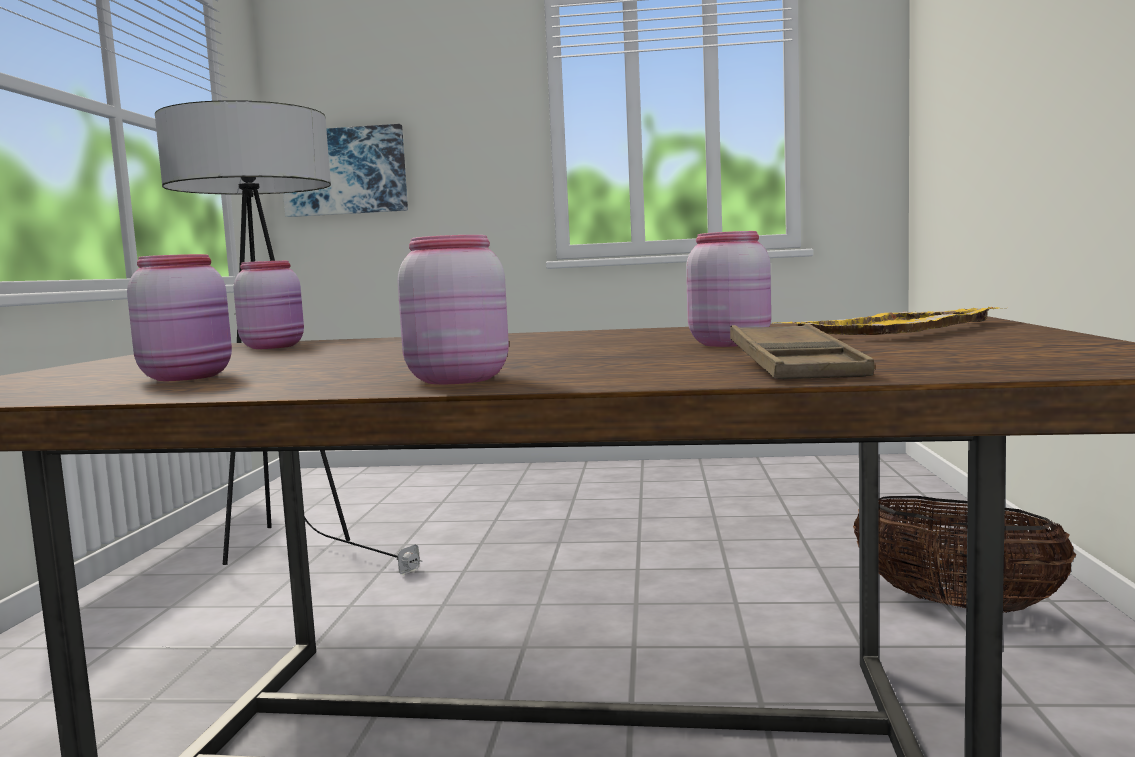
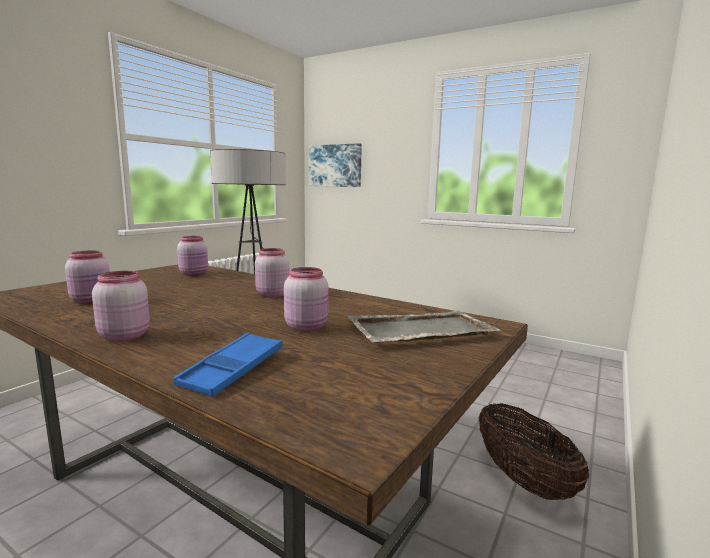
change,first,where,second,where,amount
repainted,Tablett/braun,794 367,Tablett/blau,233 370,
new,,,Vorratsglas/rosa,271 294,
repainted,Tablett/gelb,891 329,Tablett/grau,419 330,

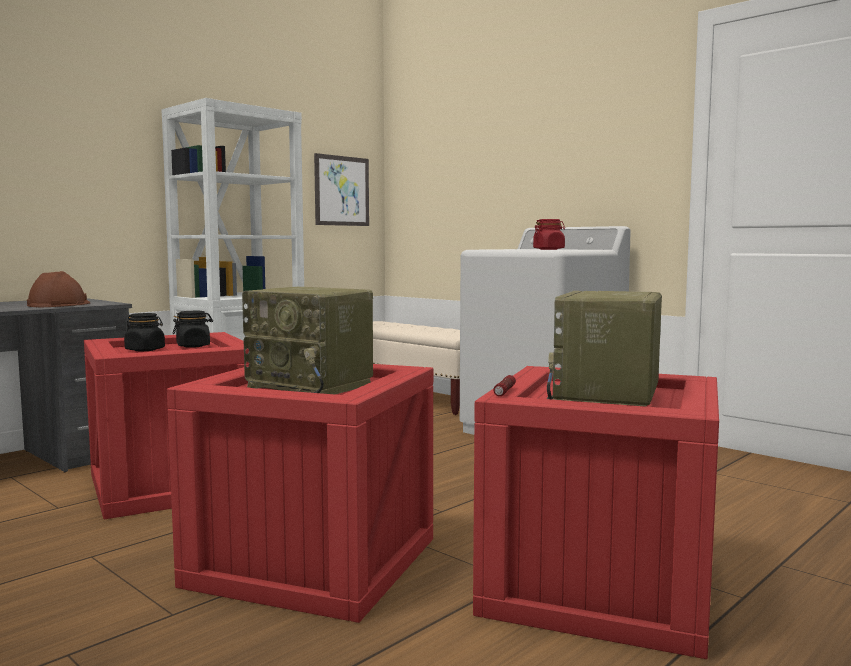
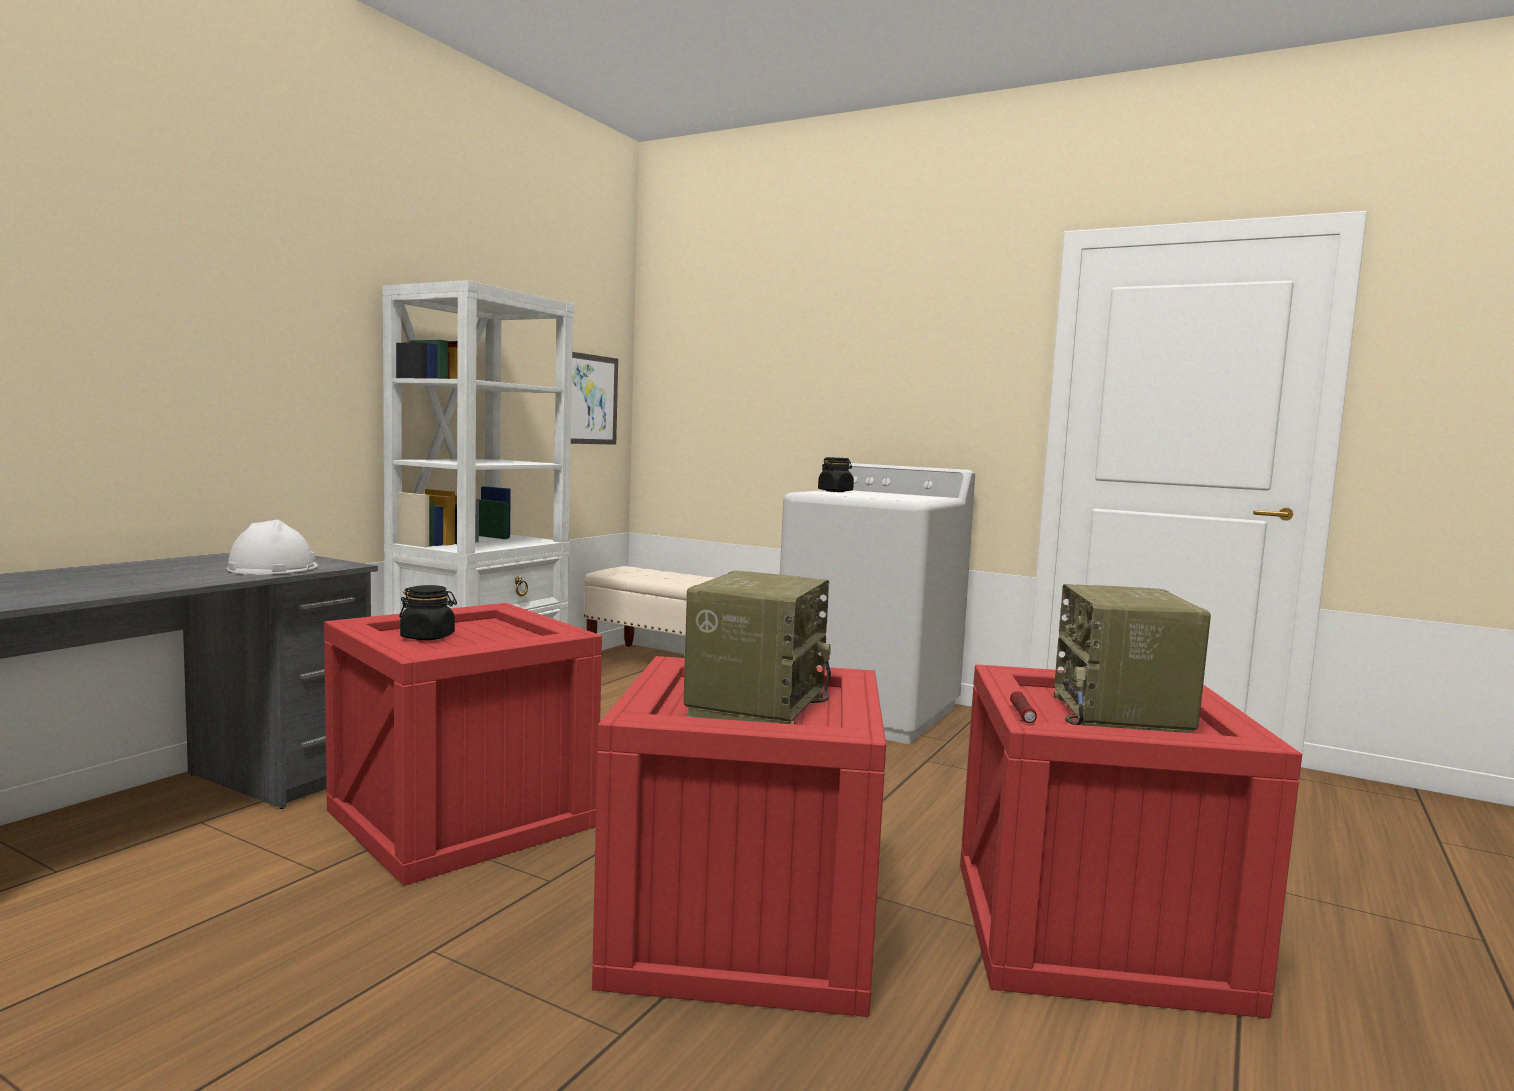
change,first,where,second,where,amount
repainted,Schutzhelm/braun,58 305,Schutzhelm/weiß,272 568,
rotated,Radio,312 386,,756 704,90 degrees counterclockwise
shifted,Vorratsglas/schwarz,193 346,,835 491,
gone,Vorratsglas/rot,549 249,,,

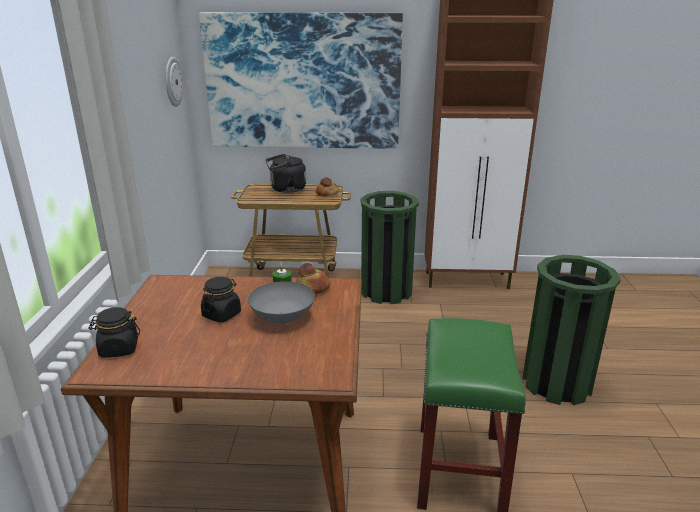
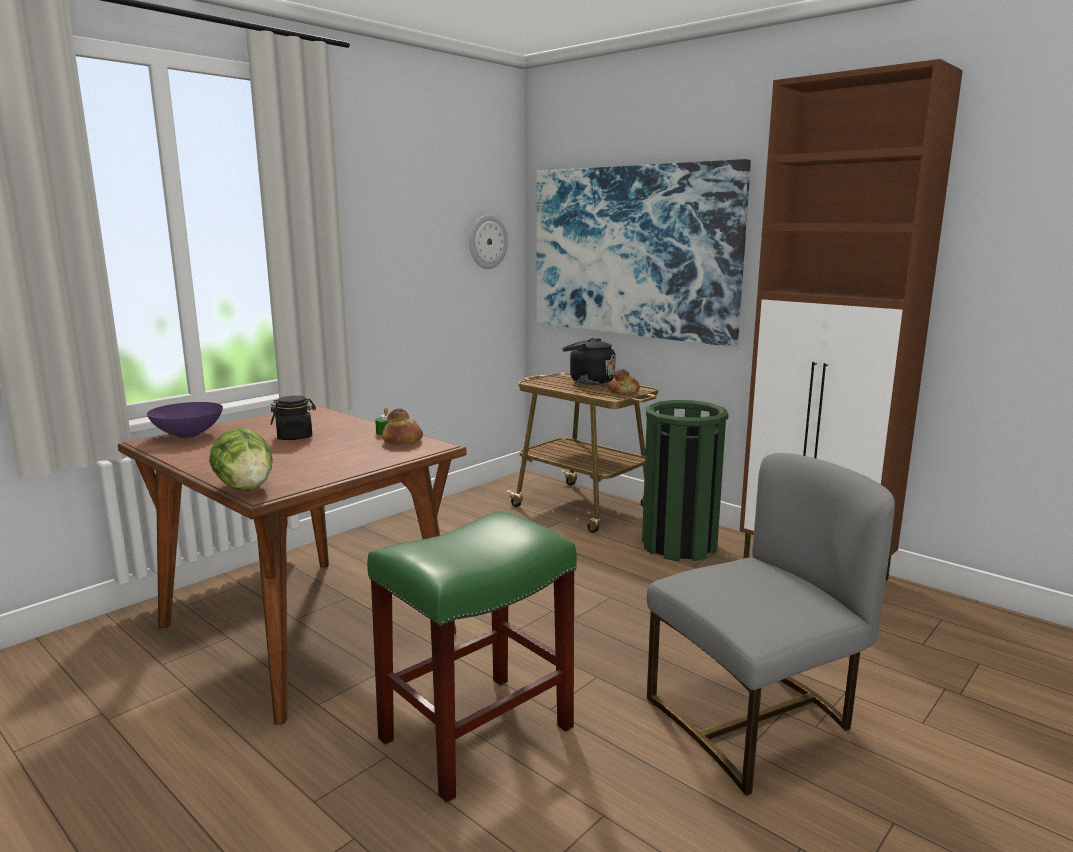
change,first,where,second,where,amount
swapped,Vorratsglas/schwarz,118 349,Schüssel/lila,189 435,
new,,,Salatkopf,246 487,
swapped,Mülleimer/grün,557 383,Stuhl/grau,755 721,
gone,Schüssel/grau,282 319,,,

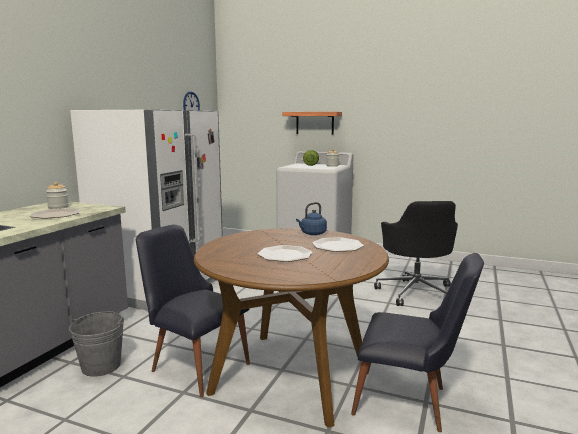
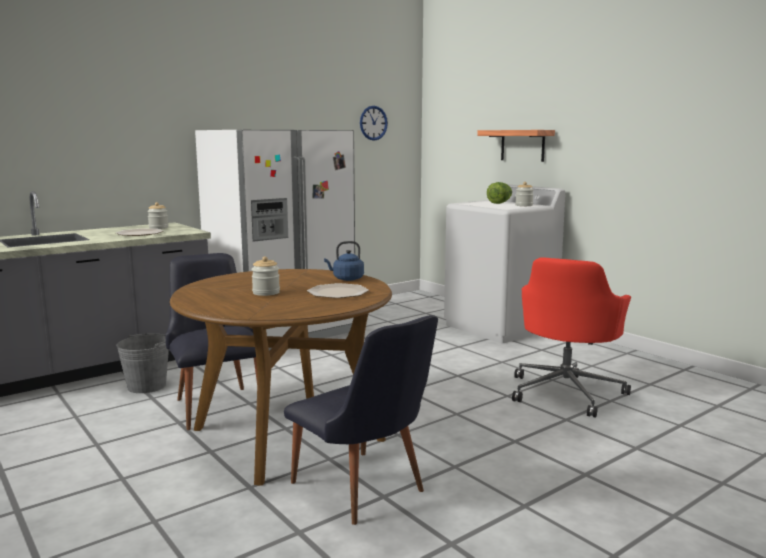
change,first,where,second,where,amount
swapped,Teller,285 255,Vorratsglas,266 293,
repainted,Bürostuhl/schwarz,416 292,Bürostuhl/rot,566 392,

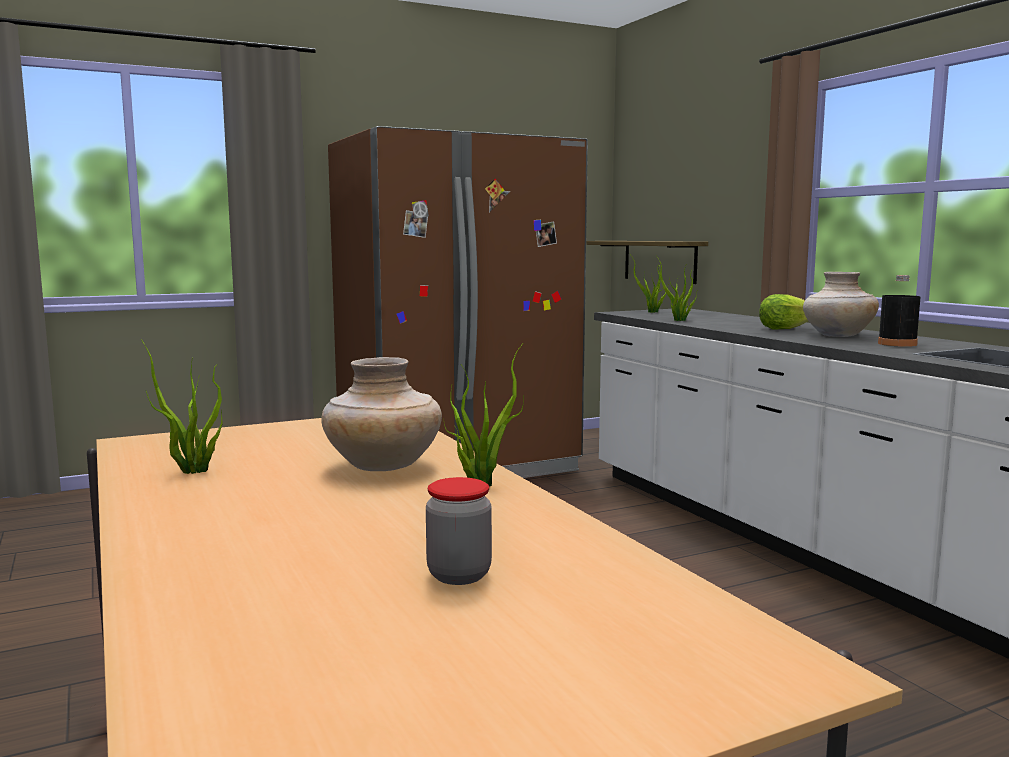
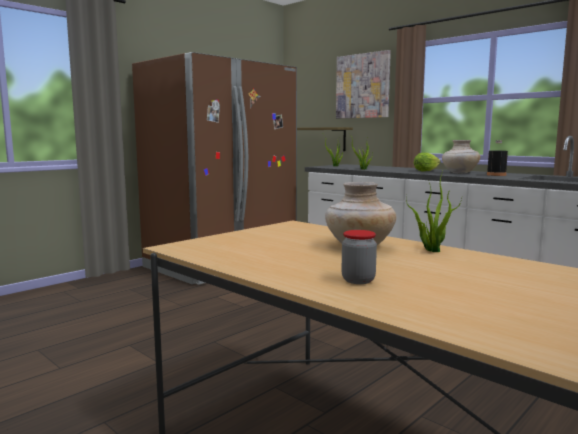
change,first,where,second,where,amount
new,,,Bild,363 86,
shifted,Vorratsglas,459 575,,358 280,
gone,Topfpflanze,191 471,,,

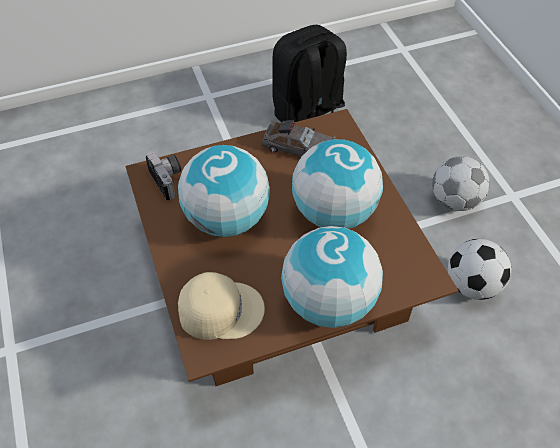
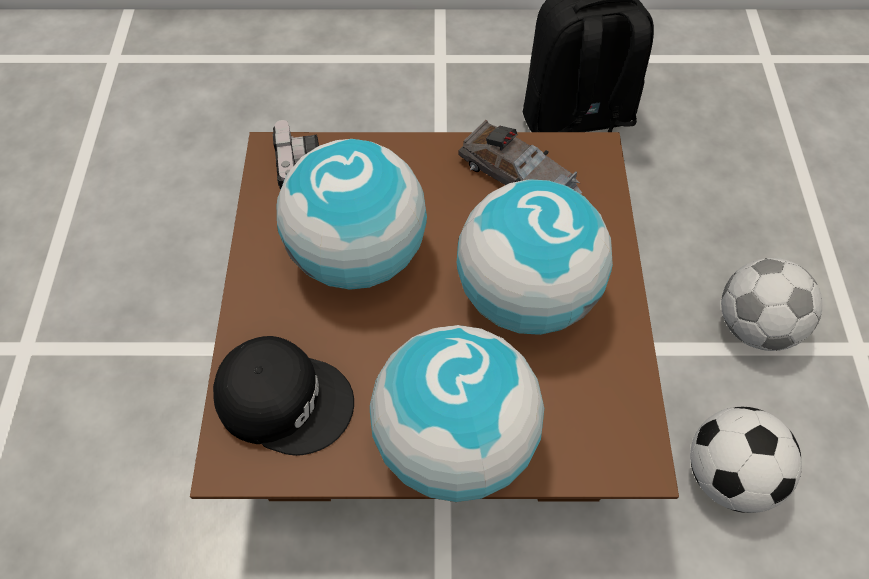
change,first,where,second,where,amount
repainted,Kappe/beige,220 309,Kappe/schwarz,285 398,

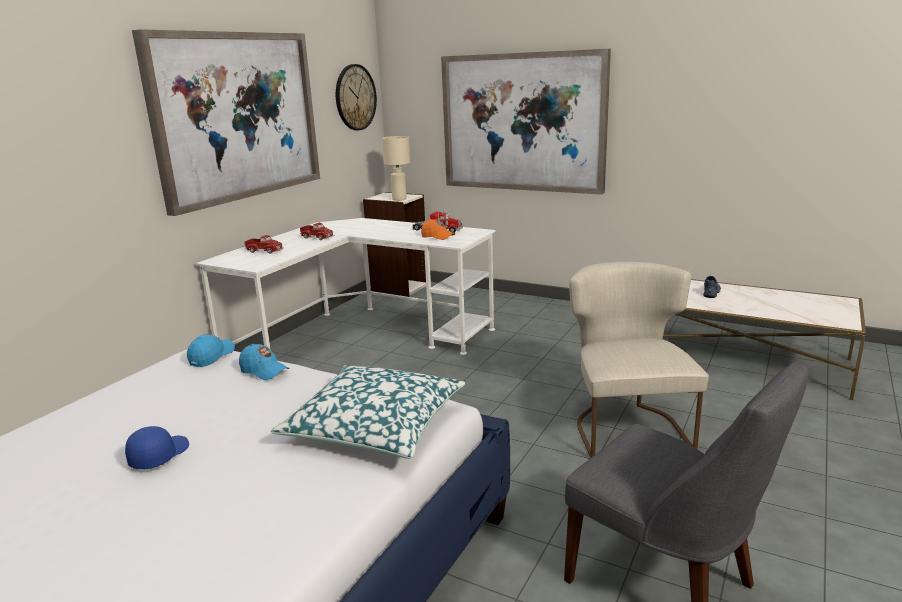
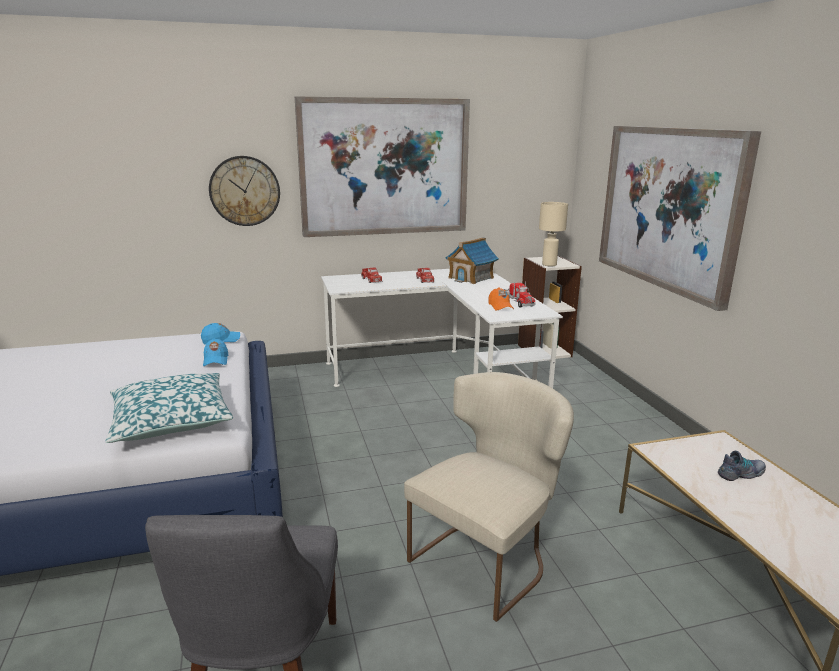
change,first,where,second,where,amount
shifted,Wanduhr,355 97,,245 191,
new,,,Spielzeughaus,471 278,
gone,Kappe/blau,159 455,,,

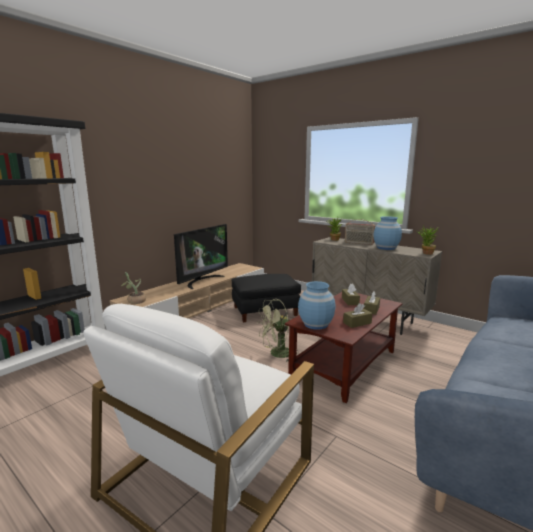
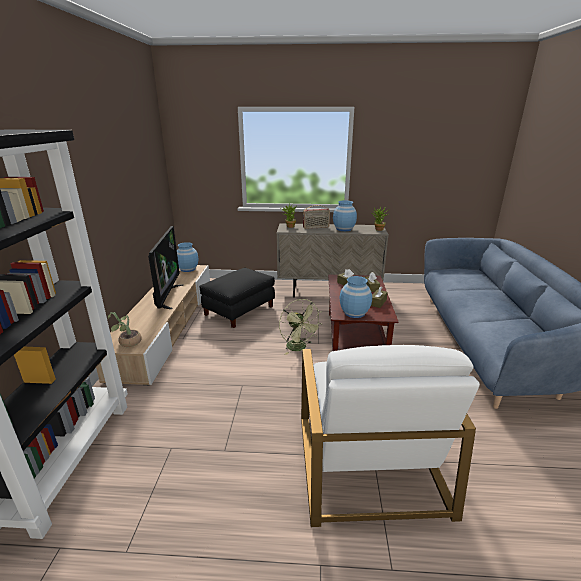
change,first,where,second,where,amount
new,,,Vase/blau,187 269,
rotated,Ventilator/grün,276 354,,299 348,60 degrees counterclockwise

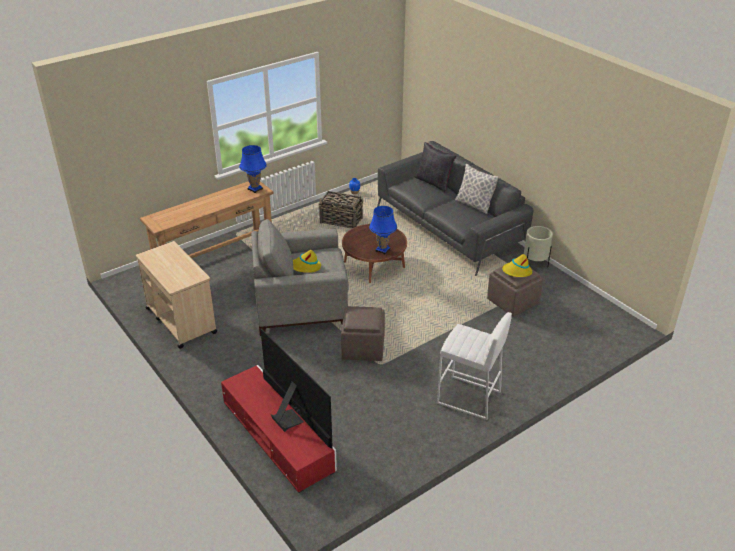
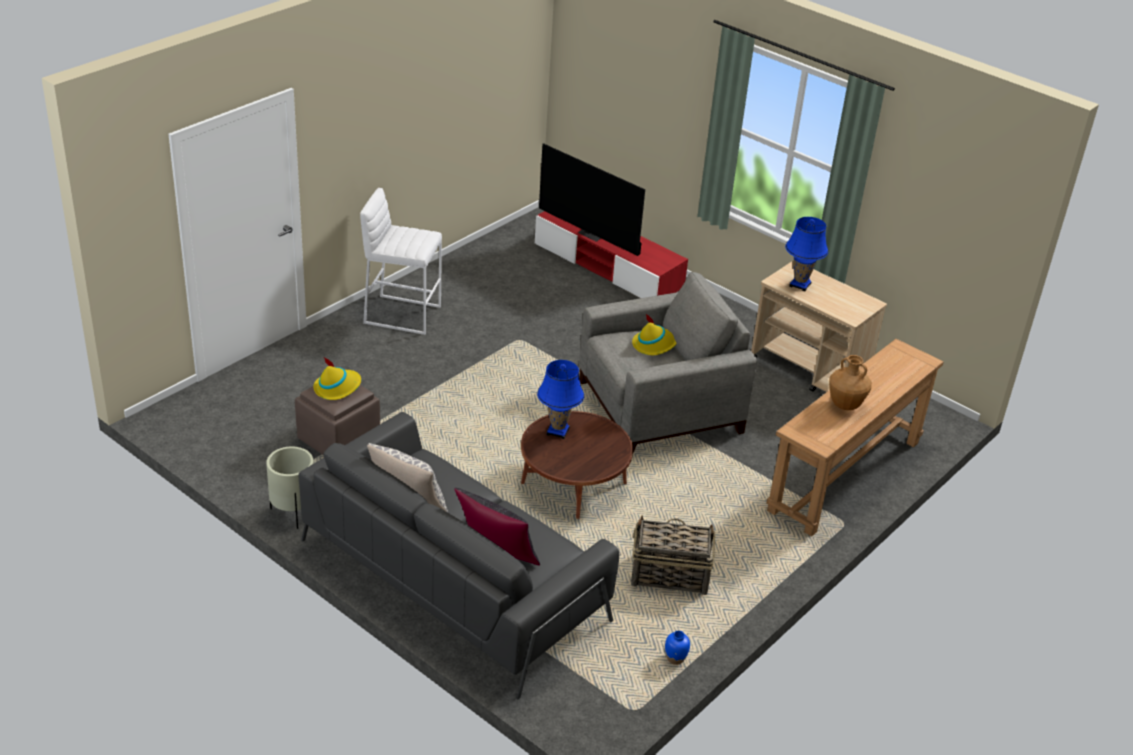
change,first,where,second,where,amount
shifted,Tischlampe/blau,255 189,,800 285,
new,,,Vase/braun,845 405,
gone,Polsterhocker/braun,362 348,,,

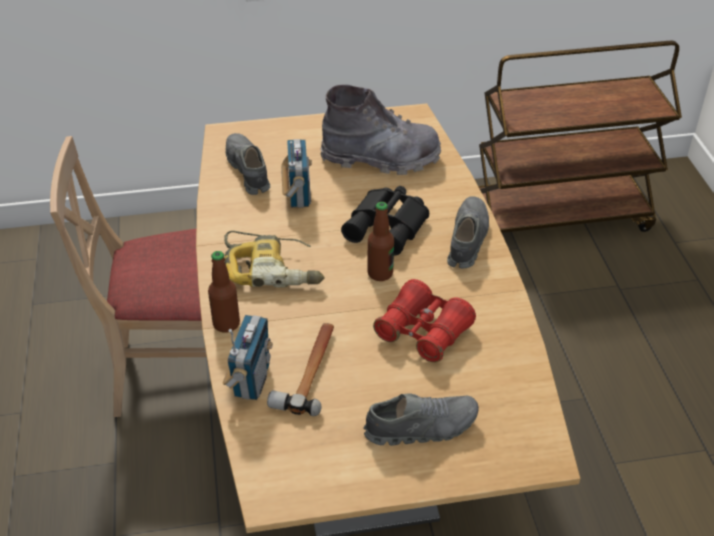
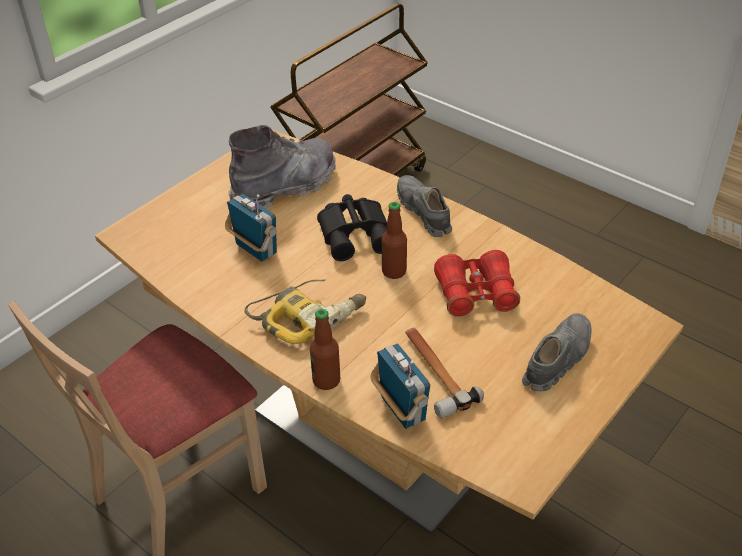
change,first,where,second,where,amount
gone,Schuh/grau,248 171,,,

